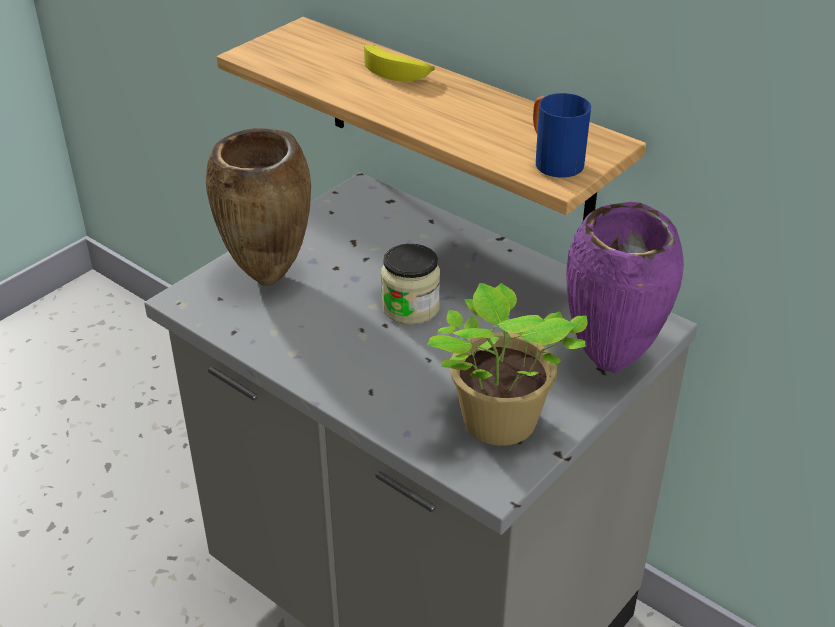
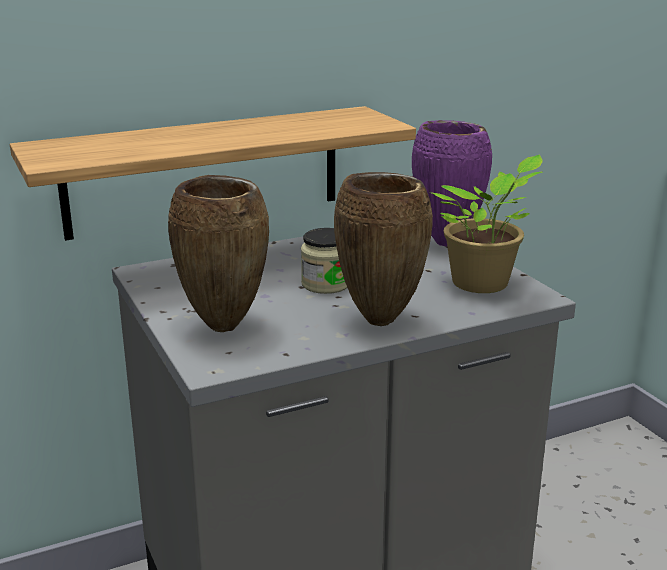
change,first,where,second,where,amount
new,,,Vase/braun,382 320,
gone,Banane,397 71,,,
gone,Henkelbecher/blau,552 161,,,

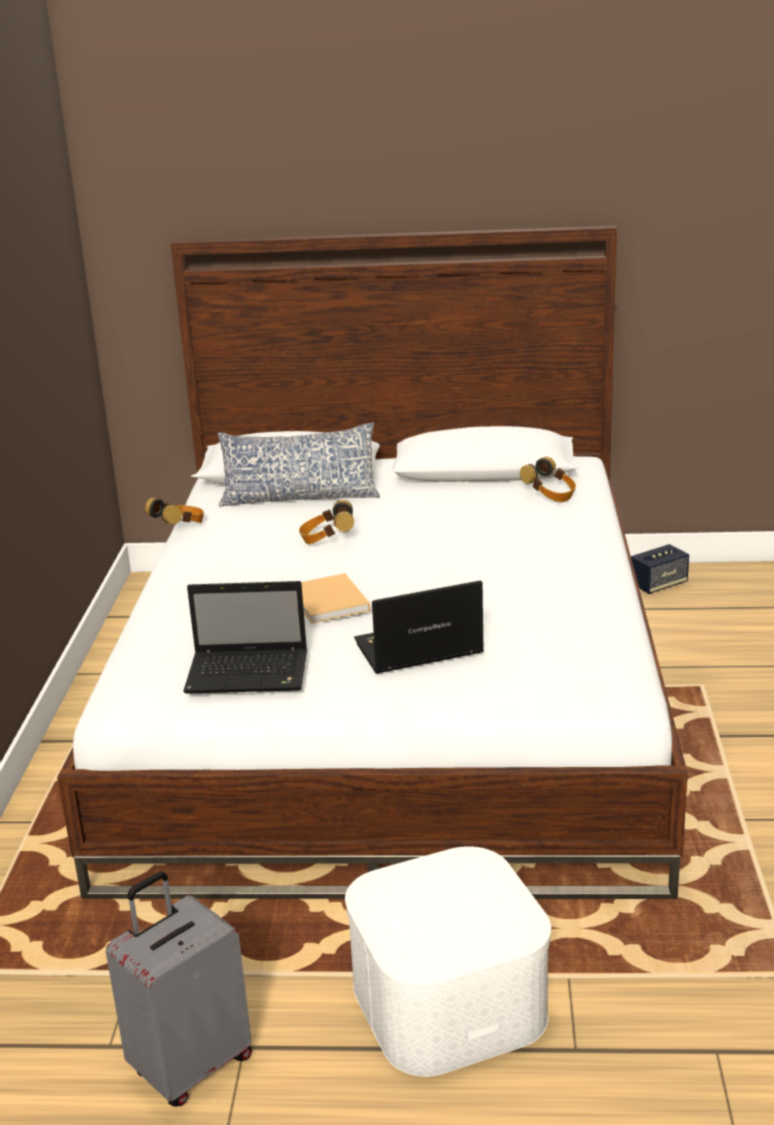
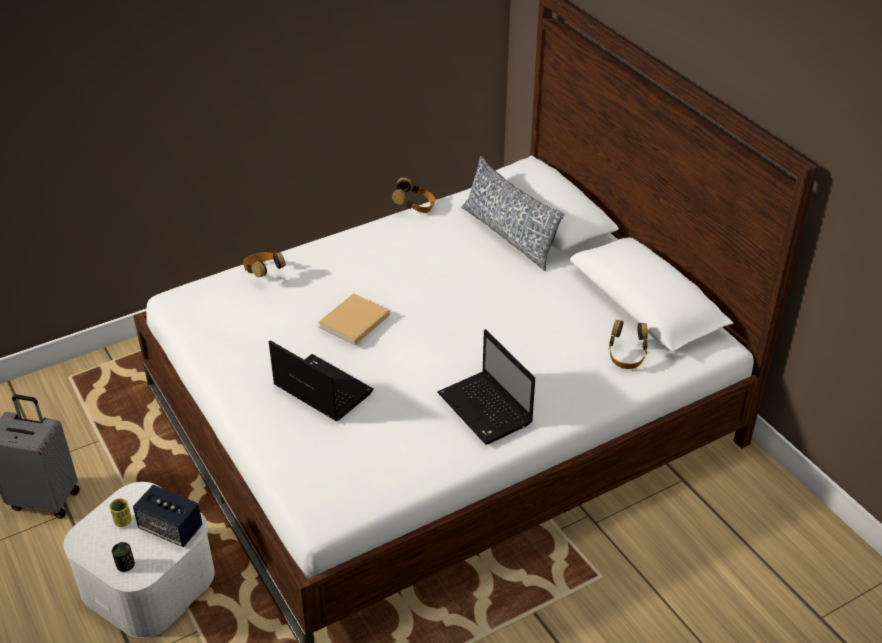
change,first,where,second,where,amount
new,,,Tasse/gelb,123 521,
new,,,Tasse/schwarz,125 565,
shifted,Lautsprecher,658 585,,171 528,
shifted,Kopfhörer,327 540,,263 273,
shifted,Laptop,250 674,,486 410,

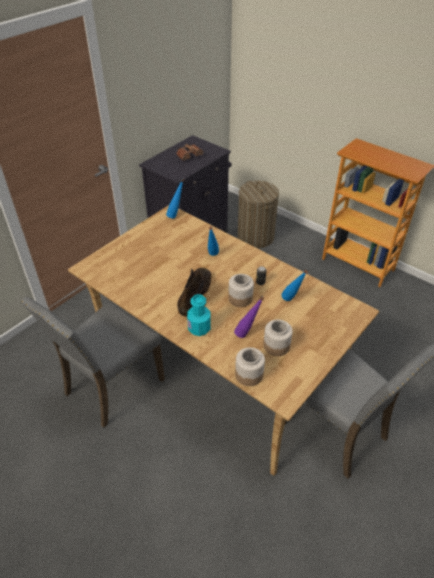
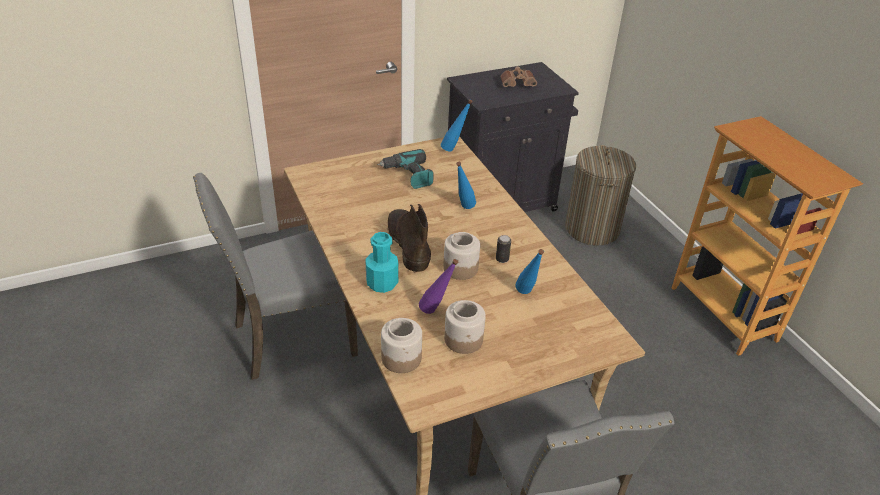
change,first,where,second,where,amount
new,,,Bohrmaschine,408 175,
rotated,Stiefel/braun,195 294,,408 243,60 degrees counterclockwise

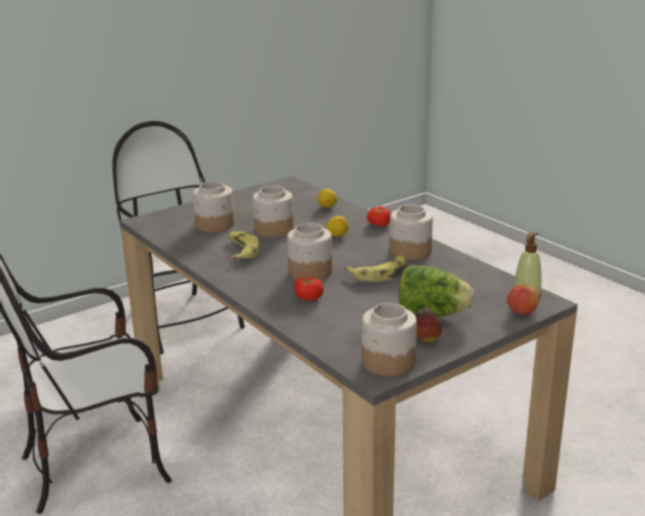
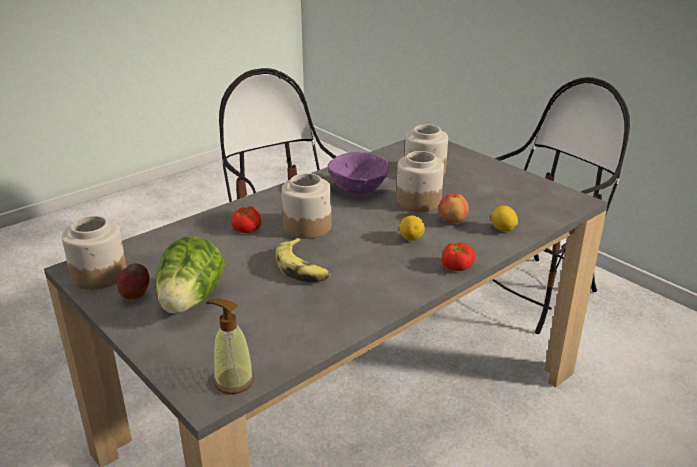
change,first,where,second,where,amount
swapped,Banane,241 251,Schüssel/lila,358 189,
shifted,Apfel,521 312,,452 220,
gone,Vorratsglas,409 251,,,

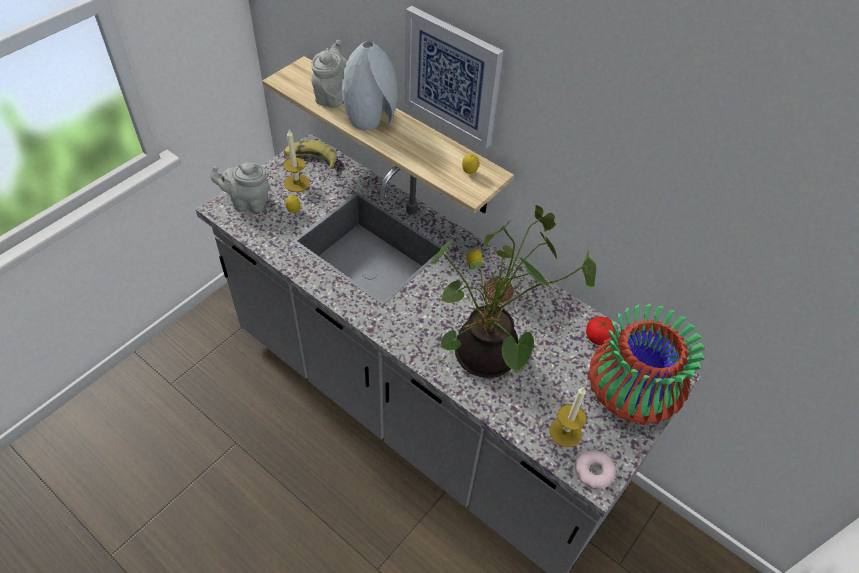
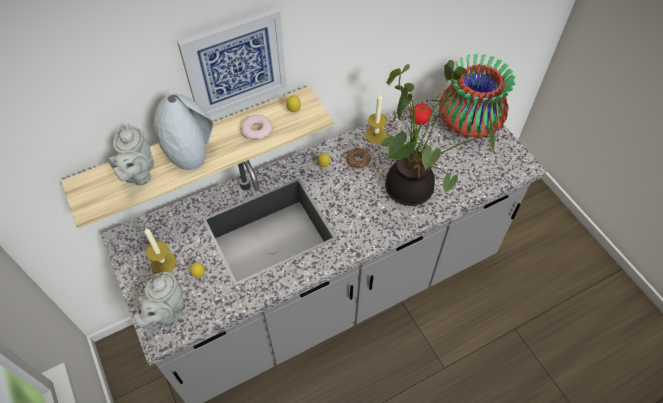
change,first,where,second,where,amount
rotated,Teekanne/grau,331 95,,138 174,120 degrees counterclockwise
shifted,Donut,594 471,,257 130,
shifted,Kerze,565 432,,376 135,
gone,Banane,311 159,,,

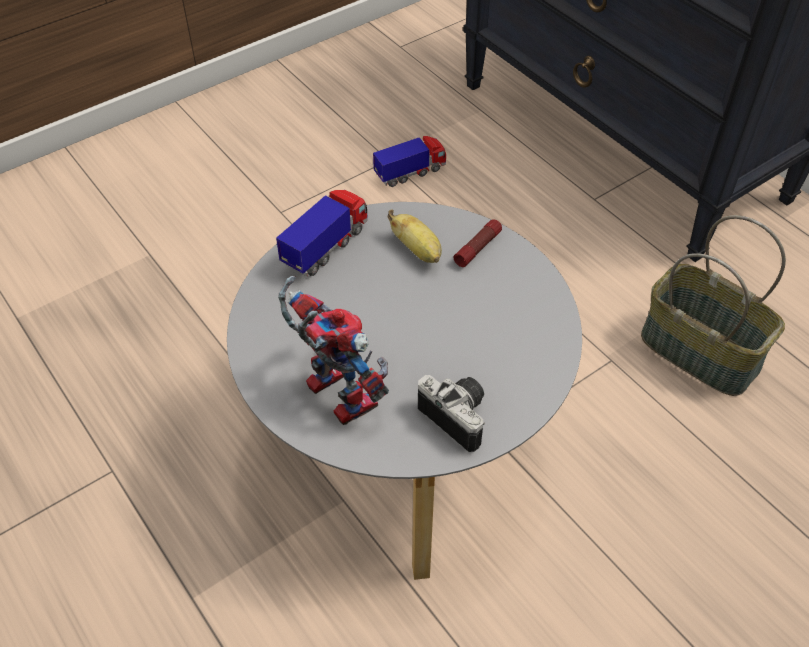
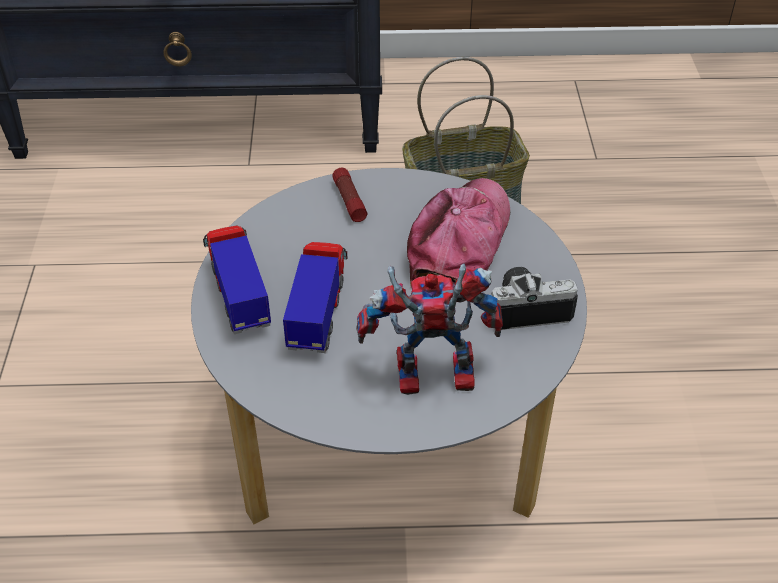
change,first,where,second,where,amount
shifted,Spielzeuglaster,410 173,,317 314,
new,,,Kappe,459 245,
gone,Banane,417 250,,,

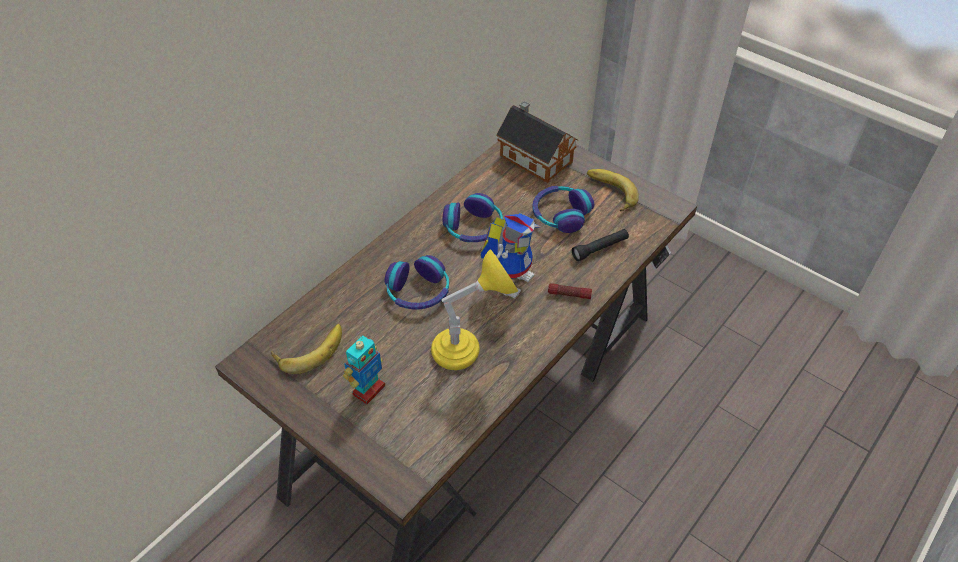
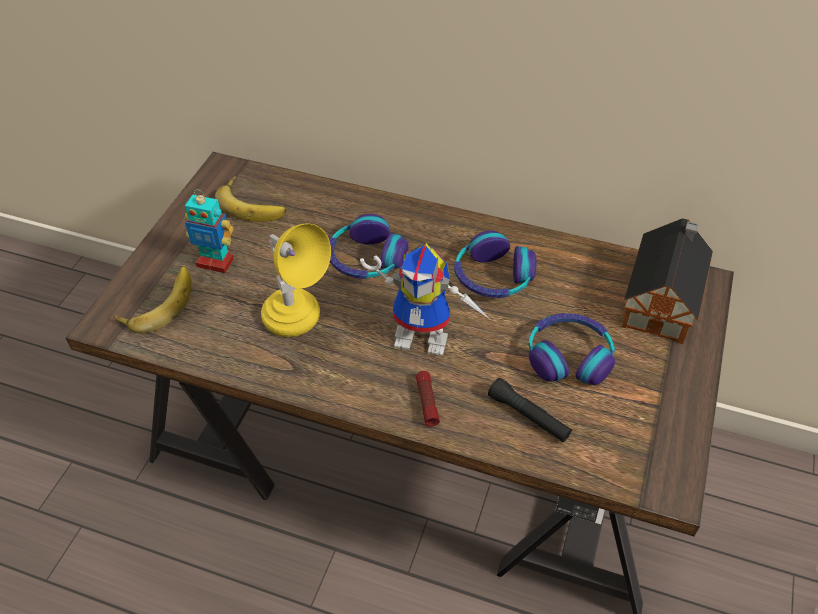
change,first,where,second,where,amount
shifted,Banane,609 193,,158 303,

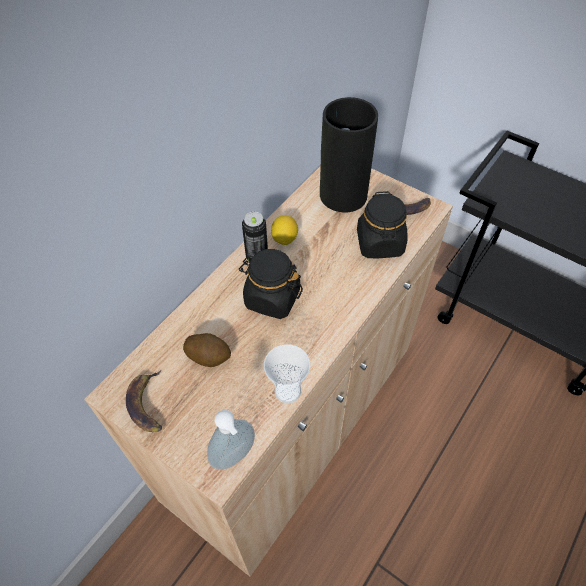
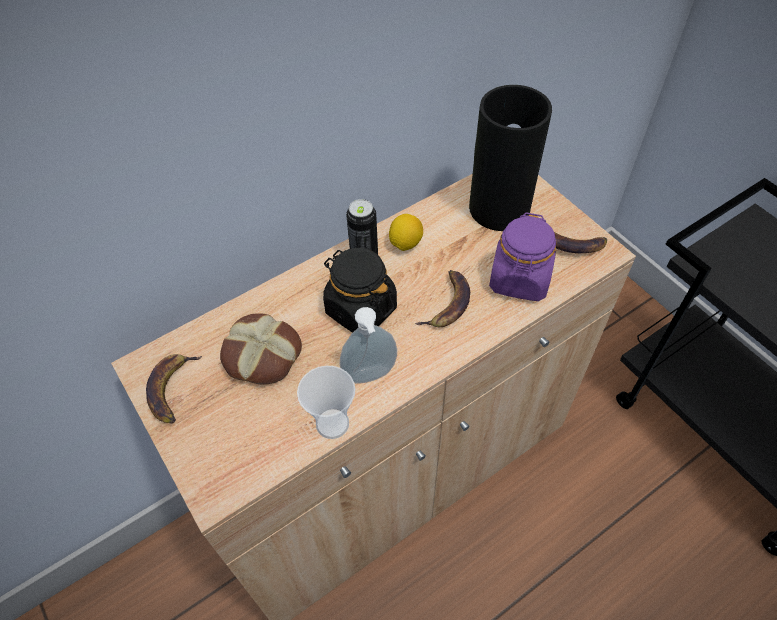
change,first,where,second,where,amount
swapped,Kartoffel,209 356,Brot,261 355,
shifted,Seifenspender,235 457,,371 376,
new,,,Banane,447 303,
repainted,Vorratsglas/schwarz,380 244,Vorratsglas/lila,519 279,

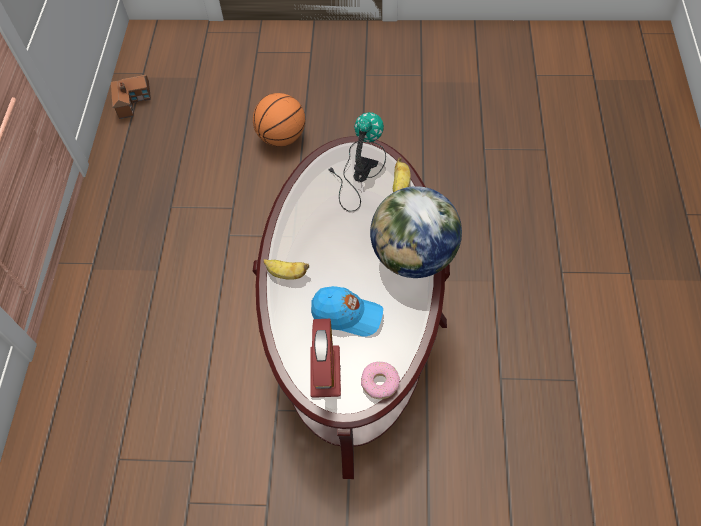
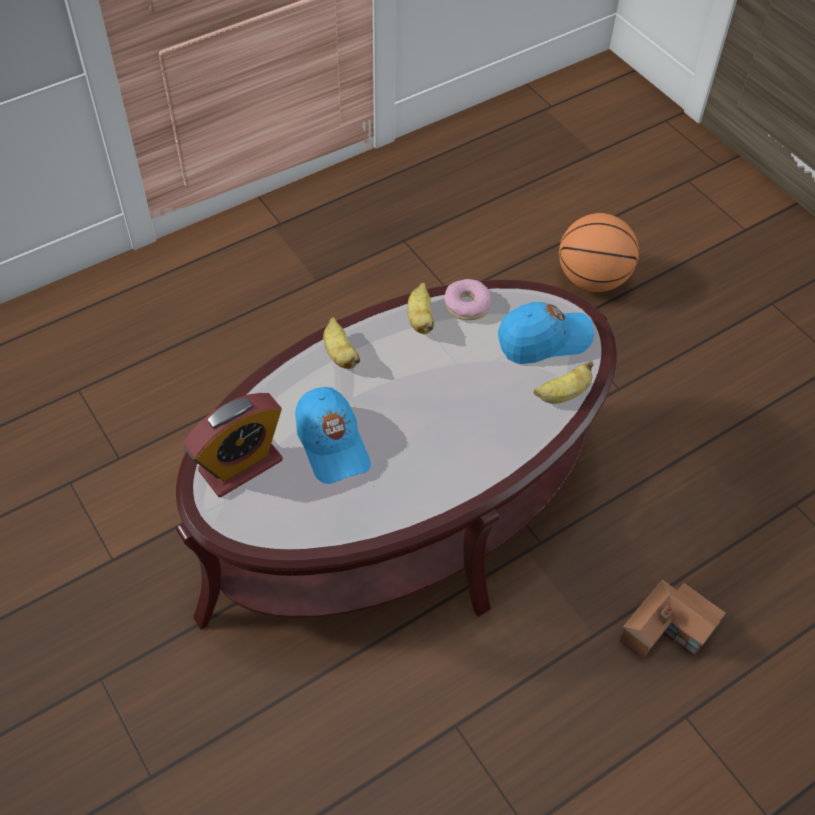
change,first,where,second,where,amount
new,,,Banane,420 319,
shifted,Donut,380 382,,467 305,
swapped,Tischlampe,358 171,Kappe/blau,543 340,
shifted,Spielzeughaus,133 99,,669 629,
gone,Globus,414 256,,,

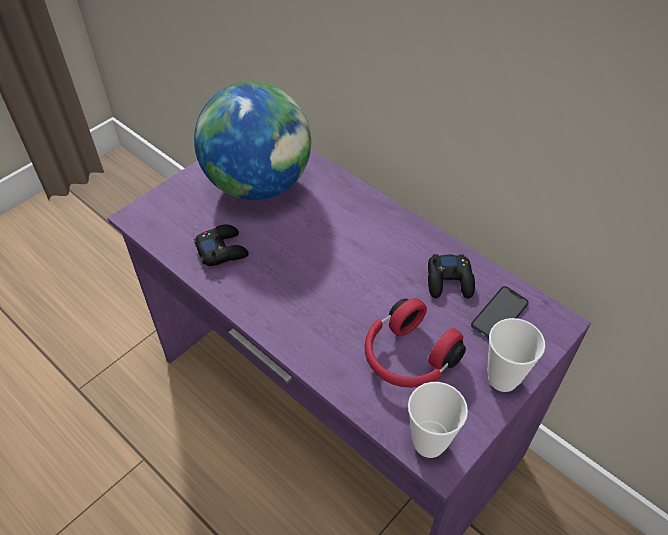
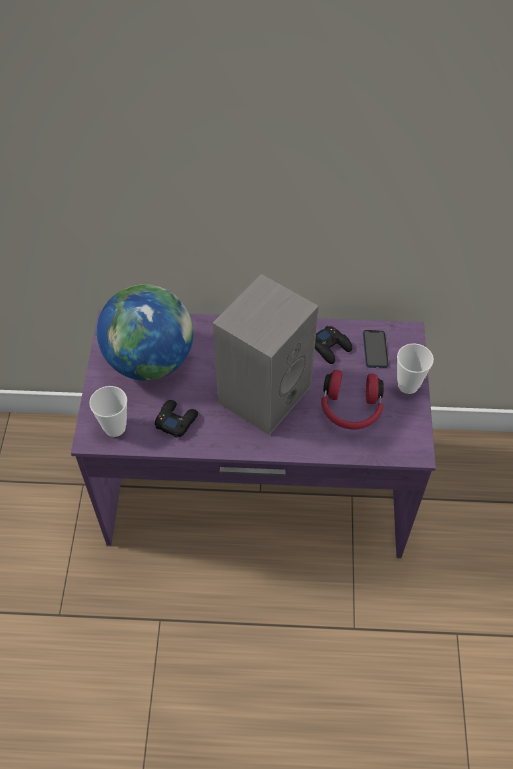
change,first,where,second,where,amount
shifted,Tasse,429 442,,115 427,
new,,,Lautsprecher/grau,264 392,

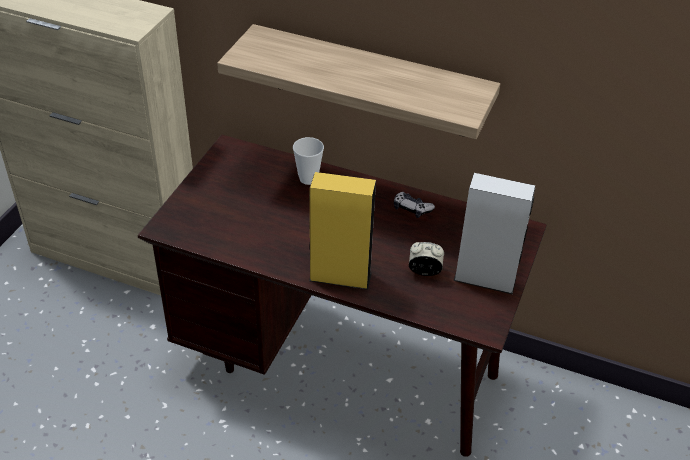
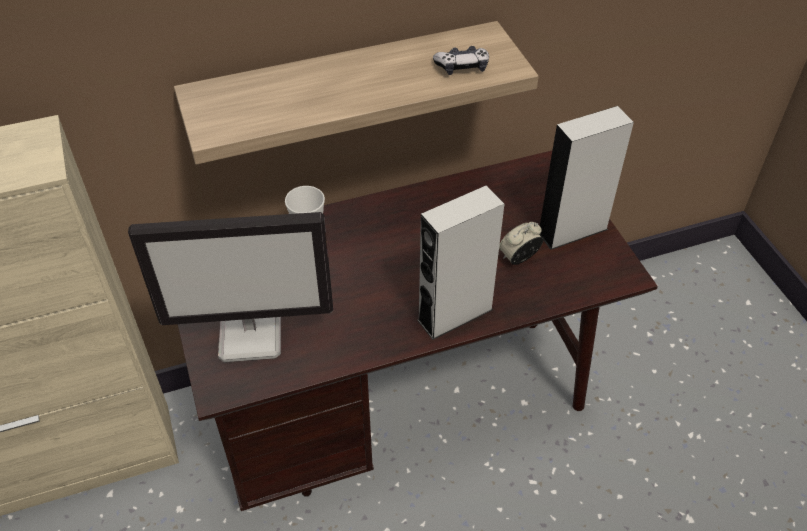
change,first,where,second,where,amount
new,,,Monitor,252 335,
repainted,Lautsprecher/gelb,340 276,Lautsprecher/grau,455 314,
shifted,Gamepad,412 209,,462 67,

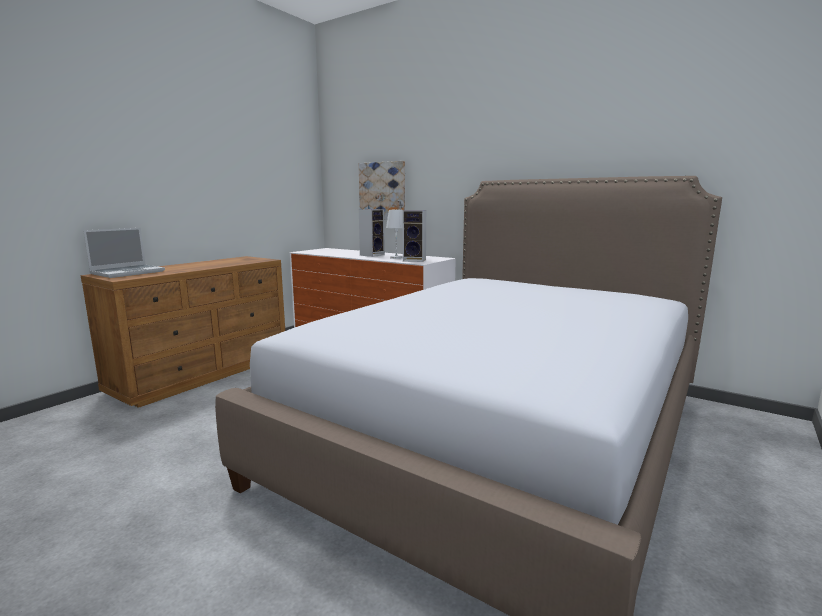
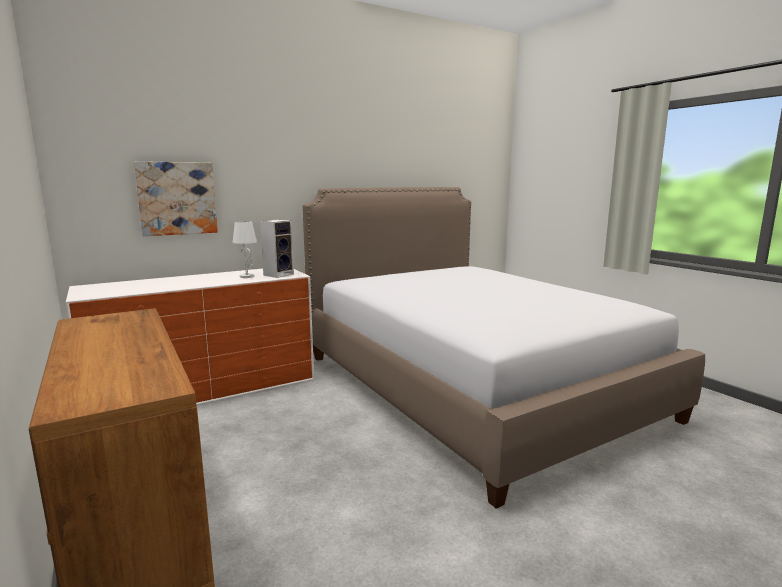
change,first,where,second,where,amount
gone,Laptop,128 272,,,
gone,Lautsprecher,372 255,,,

